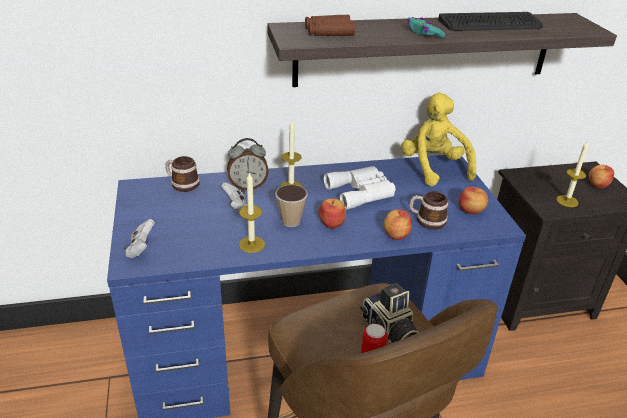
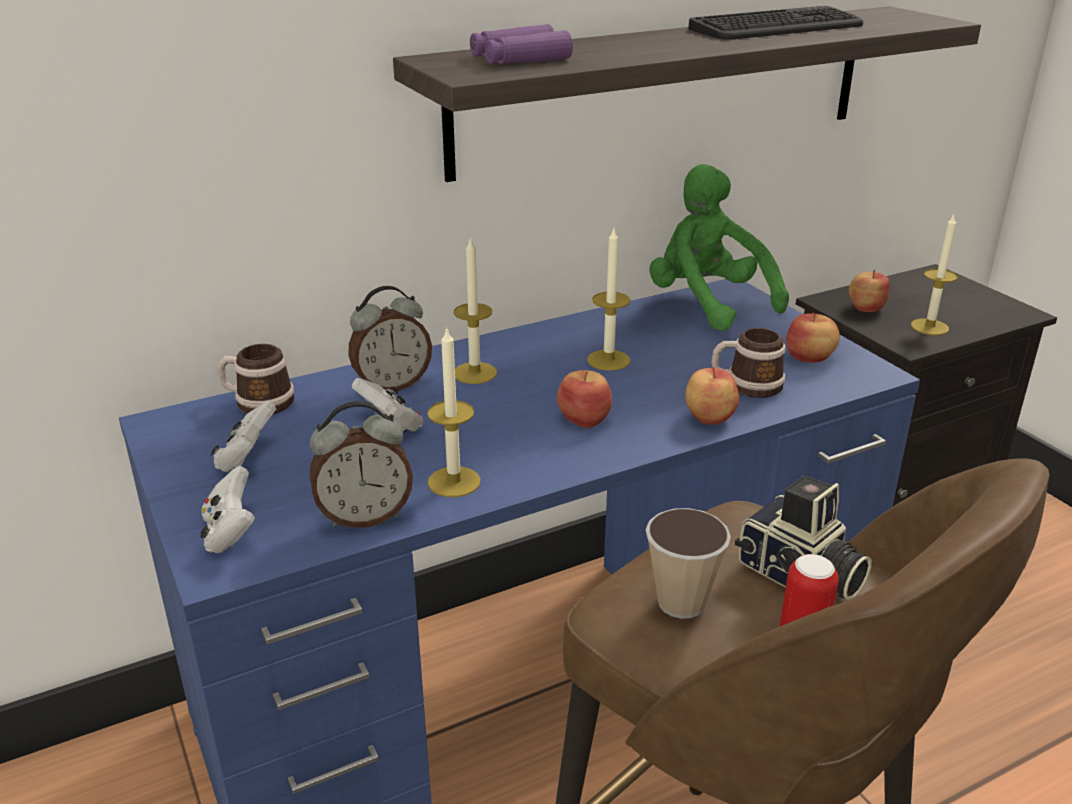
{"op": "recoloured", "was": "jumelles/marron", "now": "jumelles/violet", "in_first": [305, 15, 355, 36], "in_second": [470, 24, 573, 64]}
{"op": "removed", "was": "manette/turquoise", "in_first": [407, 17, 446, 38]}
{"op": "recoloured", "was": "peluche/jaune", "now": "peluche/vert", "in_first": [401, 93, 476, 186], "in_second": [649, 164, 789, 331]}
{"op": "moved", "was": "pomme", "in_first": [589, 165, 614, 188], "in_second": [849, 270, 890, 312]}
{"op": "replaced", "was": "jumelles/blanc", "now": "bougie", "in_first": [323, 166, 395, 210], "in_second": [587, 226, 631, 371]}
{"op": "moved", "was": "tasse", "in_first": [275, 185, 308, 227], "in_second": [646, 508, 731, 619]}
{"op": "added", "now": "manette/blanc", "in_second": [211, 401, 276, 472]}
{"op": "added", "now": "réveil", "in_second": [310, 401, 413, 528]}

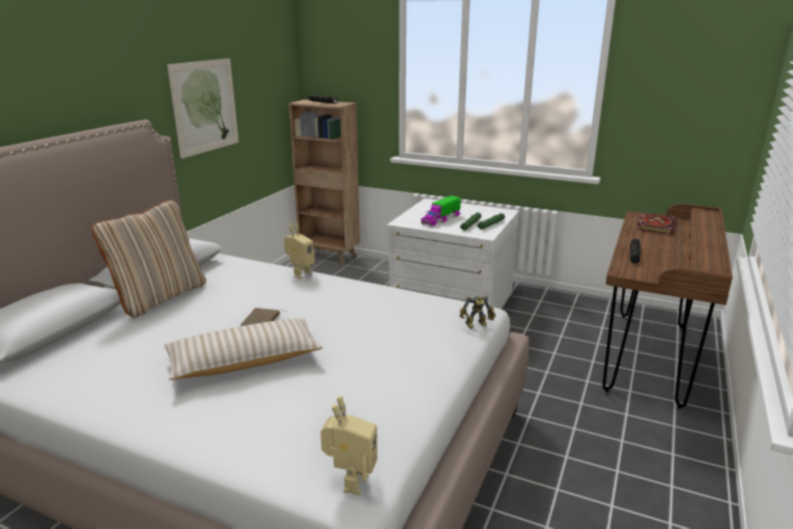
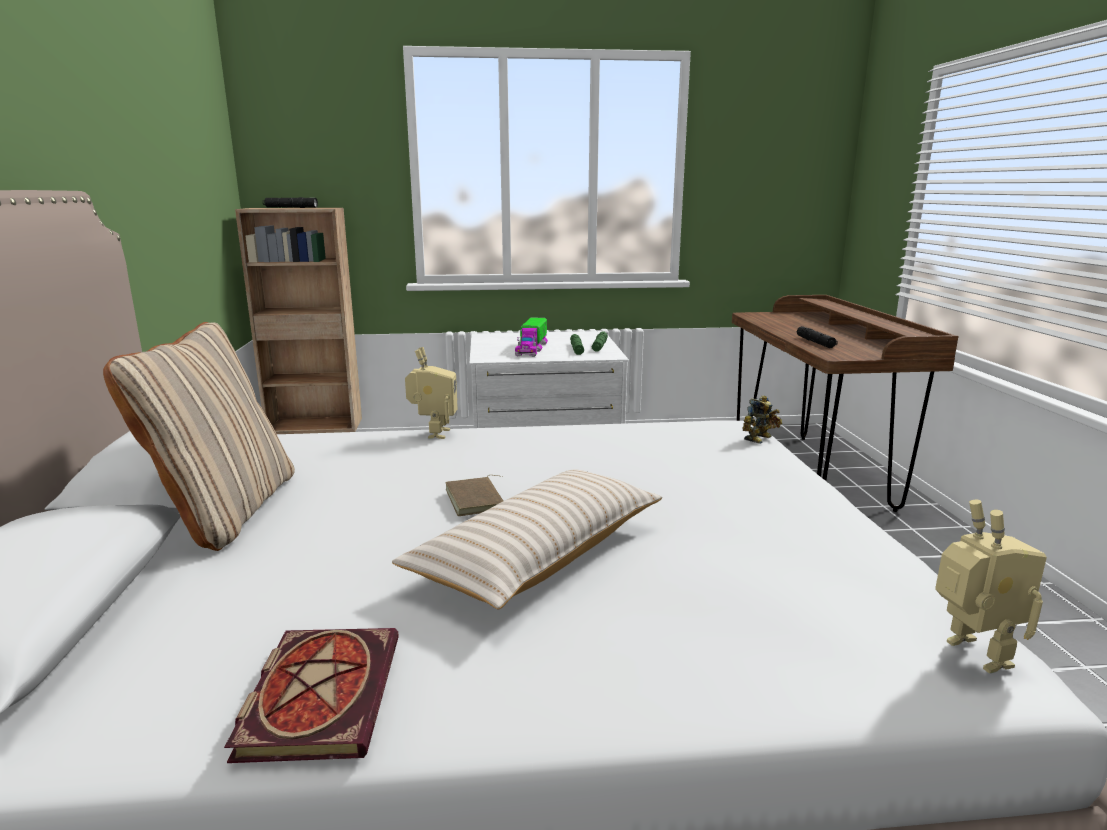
{"op": "removed", "was": "tableau", "in_first": [167, 58, 239, 159]}
{"op": "moved", "was": "livre", "in_first": [638, 213, 677, 234], "in_second": [224, 628, 399, 763]}

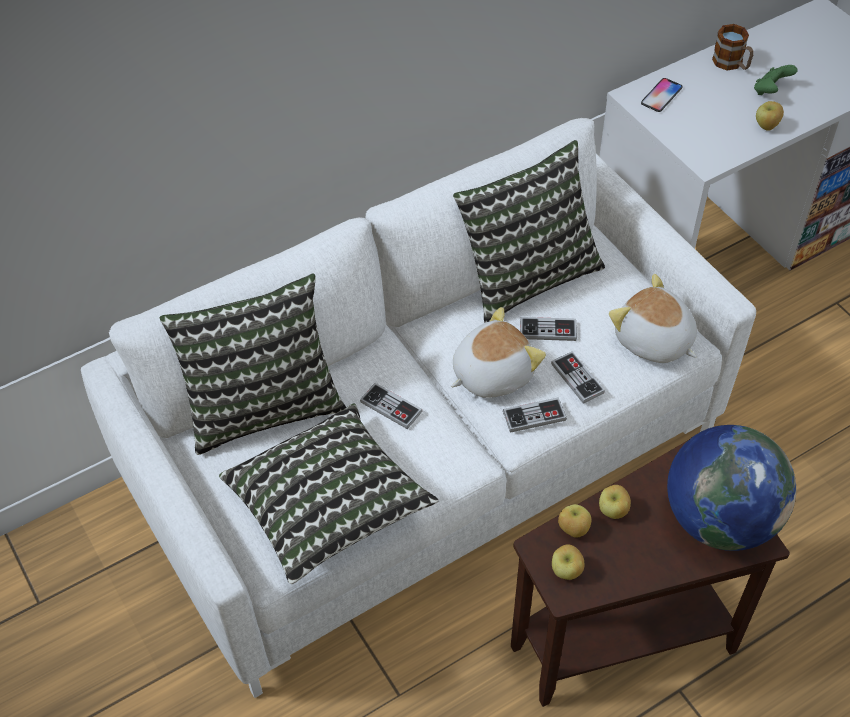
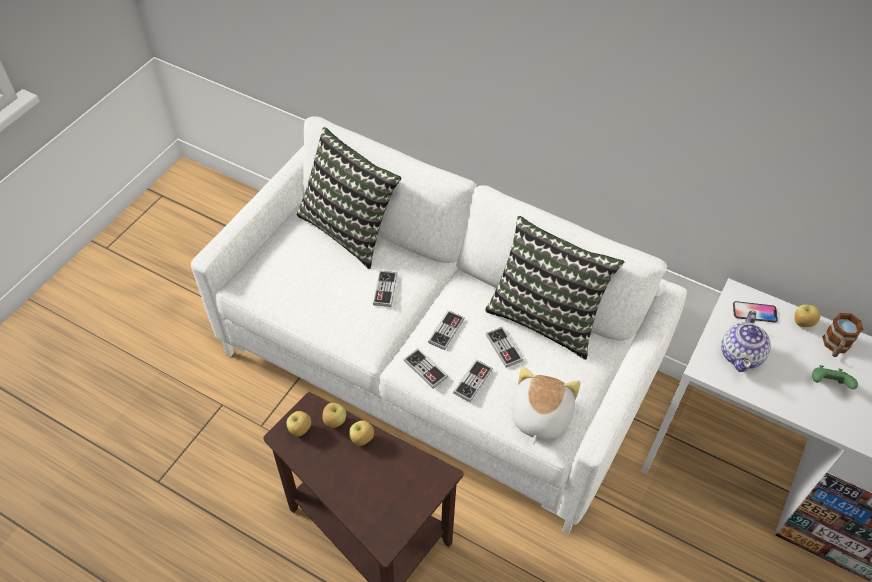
{"op": "moved", "was": "pomme", "in_first": [756, 101, 784, 131], "in_second": [794, 304, 820, 327]}
{"op": "replaced", "was": "peluche", "now": "manette", "in_first": [451, 307, 546, 398], "in_second": [428, 310, 464, 350]}
{"op": "removed", "was": "coussin", "in_first": [219, 404, 439, 584]}
{"op": "removed", "was": "globe", "in_first": [667, 425, 796, 551]}
{"op": "added", "now": "théière", "in_second": [721, 310, 771, 372]}

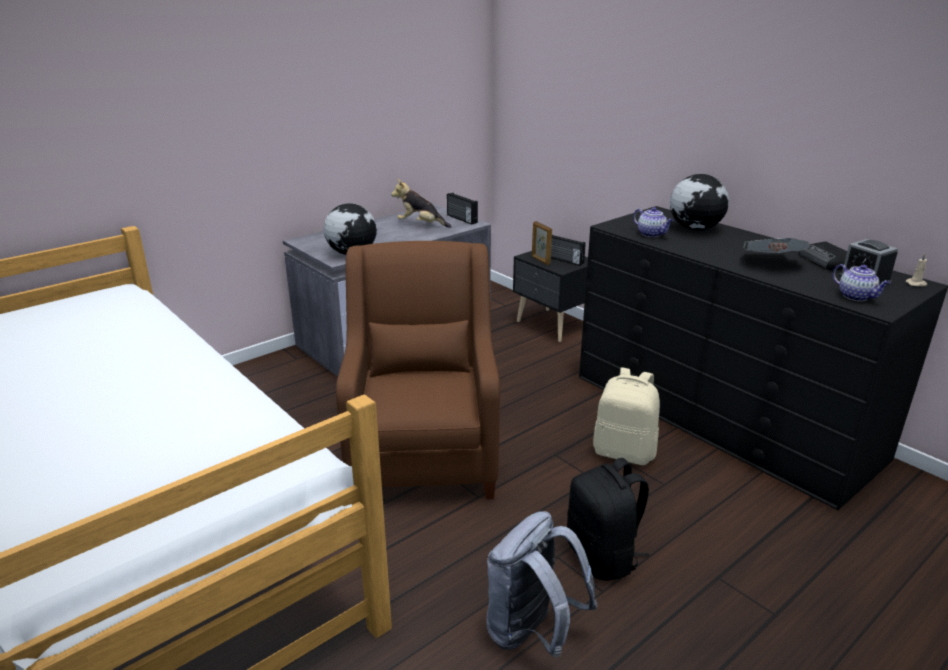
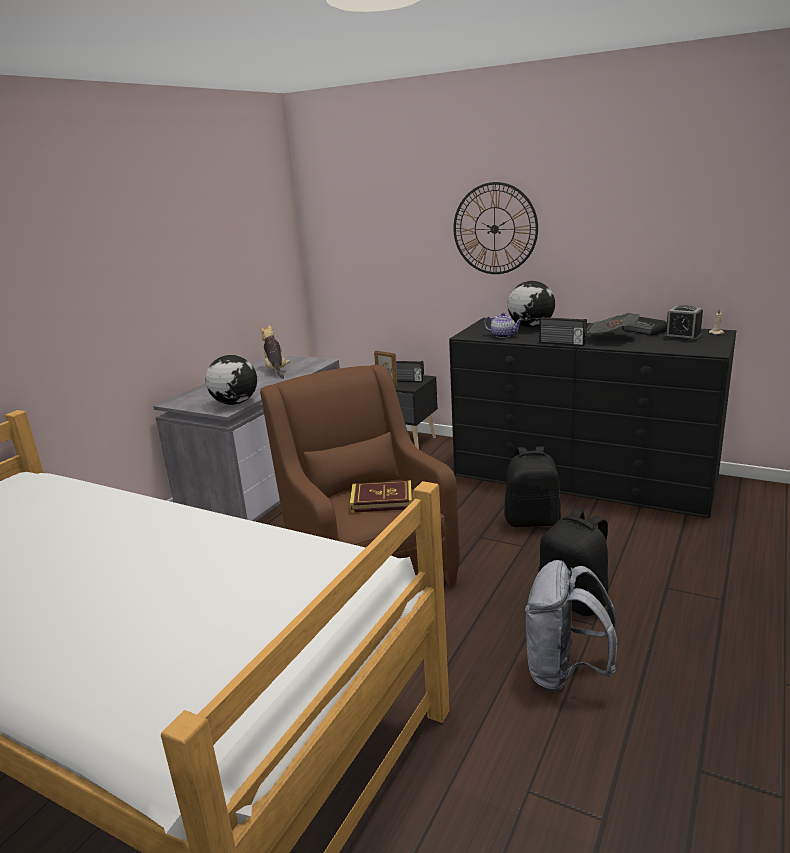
{"op": "turned", "was": "peluche", "in_first": [391, 179, 452, 228], "in_second": [260, 325, 290, 379], "clockwise": 75}
{"op": "moved", "was": "radio", "in_first": [447, 193, 478, 225], "in_second": [539, 317, 587, 346]}
{"op": "removed", "was": "théière", "in_first": [833, 264, 891, 301]}
{"op": "recoloured", "was": "sac à dos/beige", "now": "sac à dos/noir", "in_first": [593, 368, 660, 465], "in_second": [504, 446, 561, 527]}
{"op": "added", "now": "horloge murale", "in_second": [453, 182, 538, 274]}
{"op": "added", "now": "livre", "in_second": [350, 480, 412, 513]}

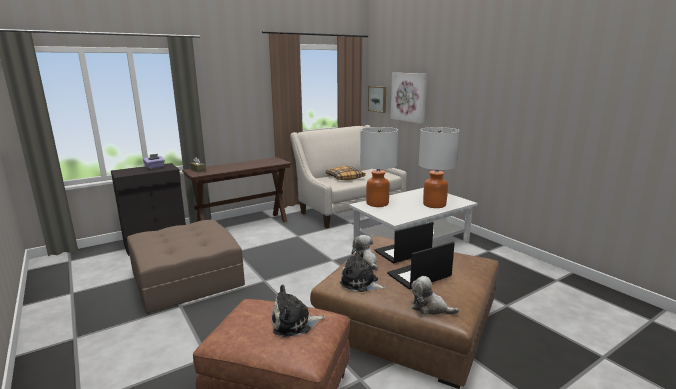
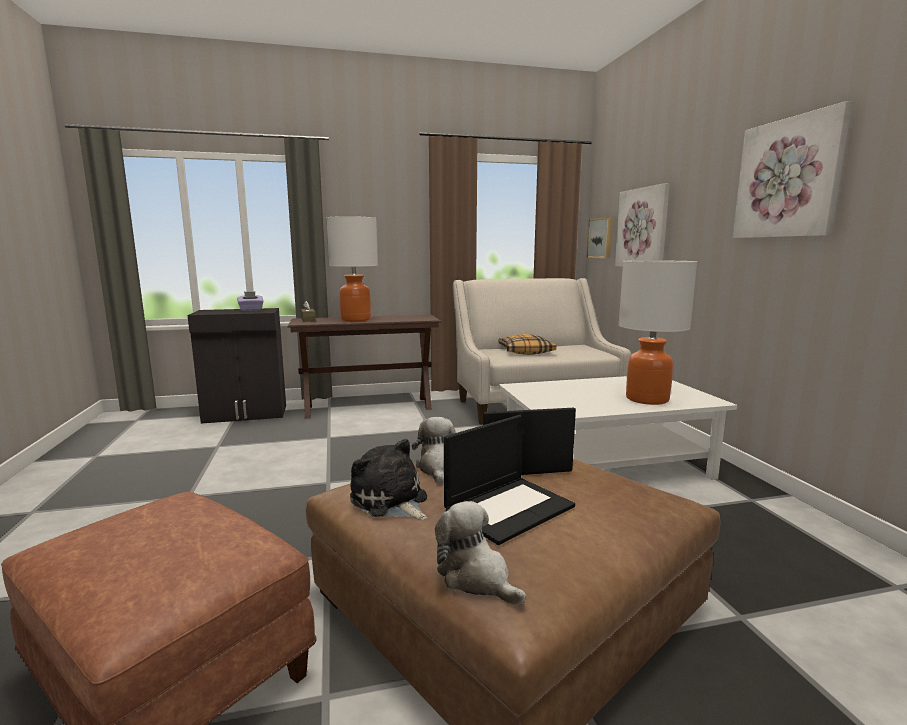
{"op": "moved", "was": "lampe de table", "in_first": [360, 127, 398, 207], "in_second": [326, 216, 378, 322]}
{"op": "removed", "was": "pouf/marron", "in_first": [127, 219, 245, 313]}
{"op": "turned", "was": "ordinateur portable", "in_first": [387, 242, 455, 290], "in_second": [444, 415, 575, 545], "clockwise": 150}
{"op": "removed", "was": "peluche", "in_first": [272, 285, 325, 337]}
{"op": "added", "now": "tableau", "in_second": [733, 101, 852, 238]}

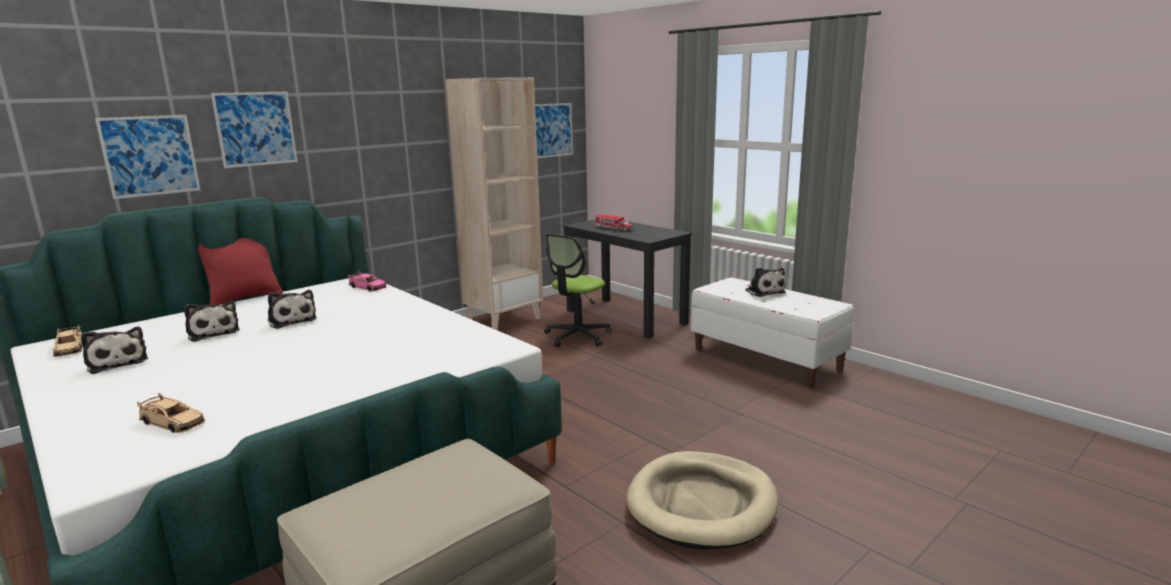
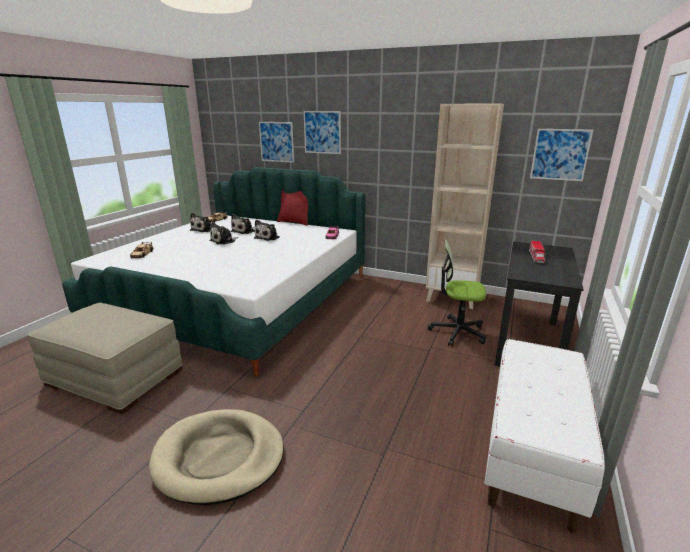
{"op": "moved", "was": "peluche", "in_first": [746, 268, 786, 297], "in_second": [209, 222, 238, 245]}

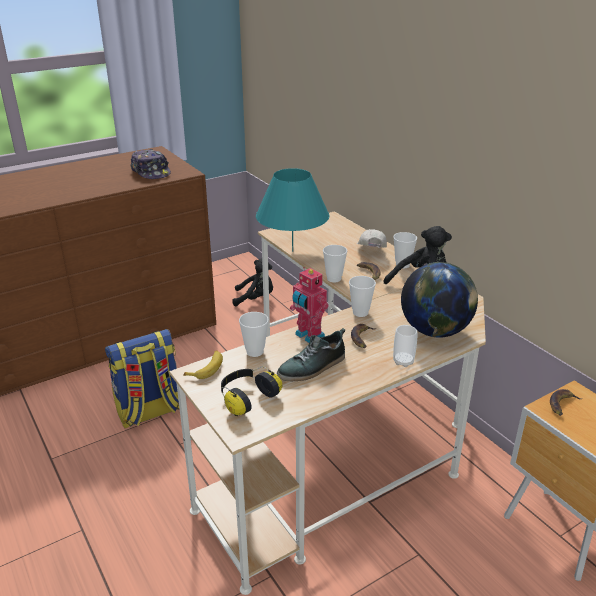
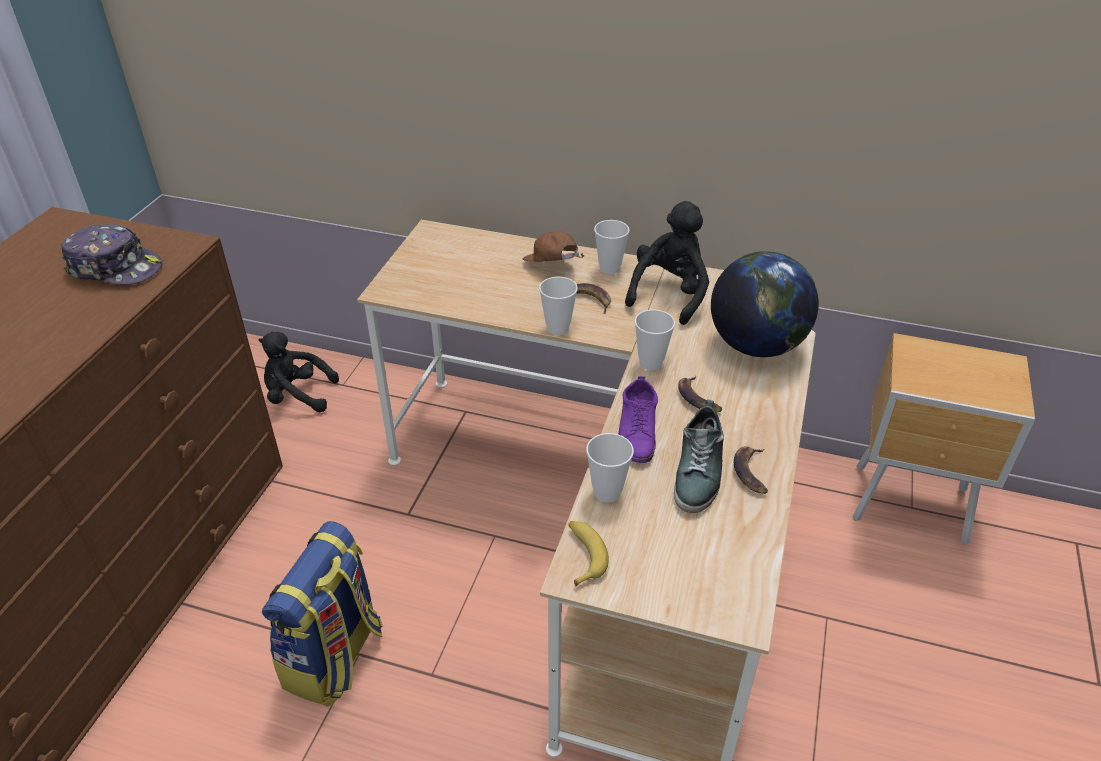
{"op": "removed", "was": "lampe de table/turquoise", "in_first": [256, 168, 330, 252]}
{"op": "recoloured", "was": "casquette/blanc", "now": "casquette/marron", "in_first": [357, 229, 387, 248], "in_second": [523, 231, 584, 262]}
{"op": "turned", "was": "peluche/noir", "in_first": [232, 258, 273, 306], "in_second": [259, 332, 339, 413], "clockwise": -135}
{"op": "replaced", "was": "robot jouet", "now": "chaussure/violet", "in_first": [290, 267, 329, 343], "in_second": [618, 376, 658, 463]}
{"op": "removed", "was": "tasse", "in_first": [393, 325, 417, 367]}
{"op": "removed", "was": "casque audio", "in_first": [221, 366, 282, 416]}
{"op": "moved", "was": "banane", "in_first": [550, 389, 582, 416], "in_second": [734, 446, 768, 494]}

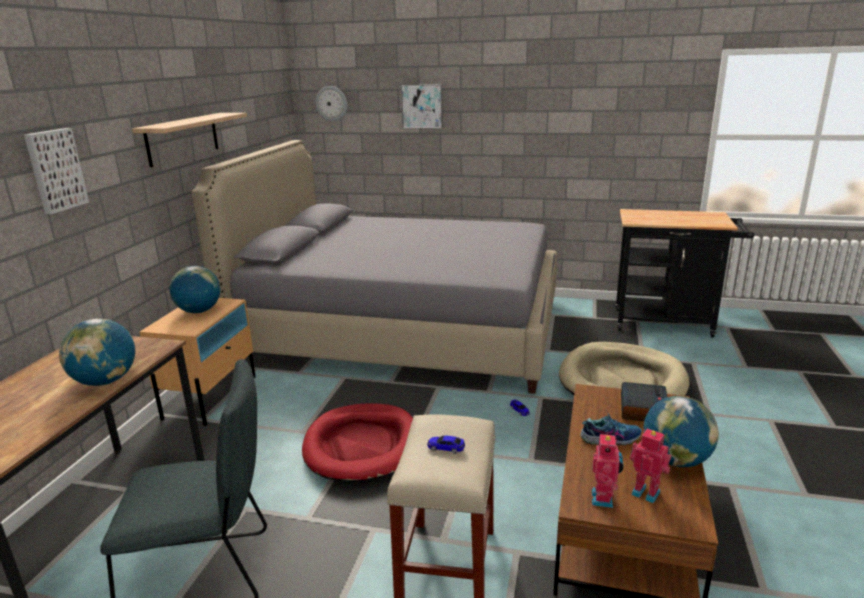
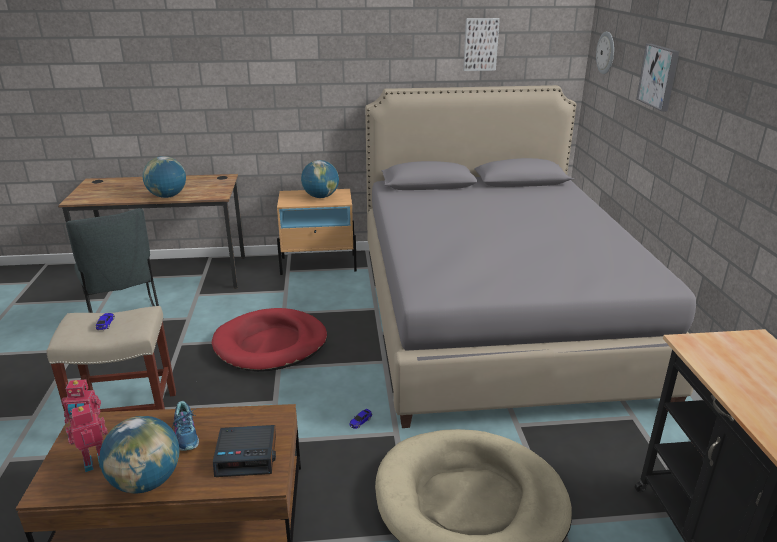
{"op": "removed", "was": "étagère", "in_first": [132, 113, 247, 167]}
{"op": "moved", "was": "tableau", "in_first": [24, 128, 89, 214], "in_second": [463, 18, 500, 71]}
{"op": "turned", "was": "robot jouet", "in_first": [630, 429, 671, 503], "in_second": [66, 404, 108, 472], "clockwise": -135}

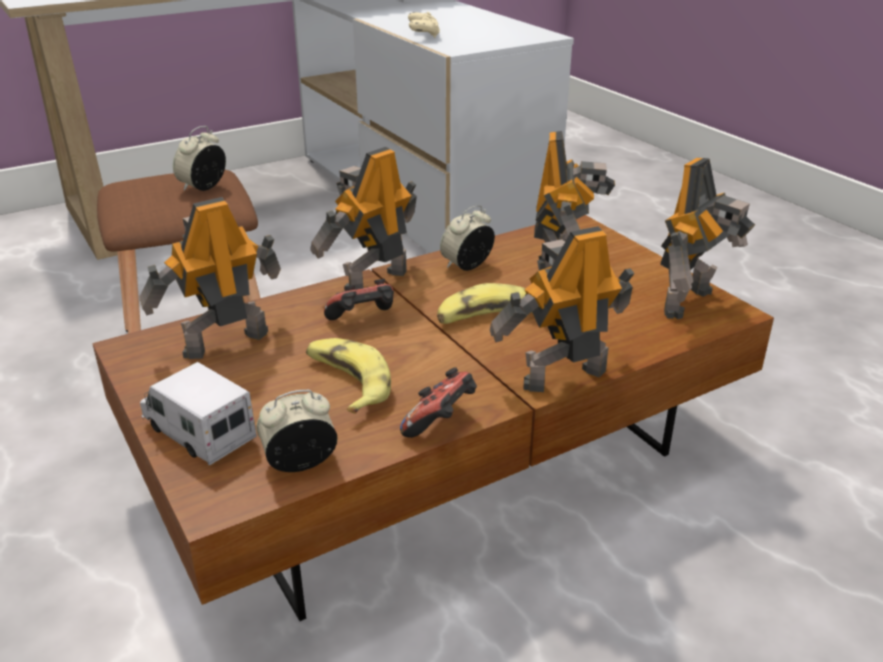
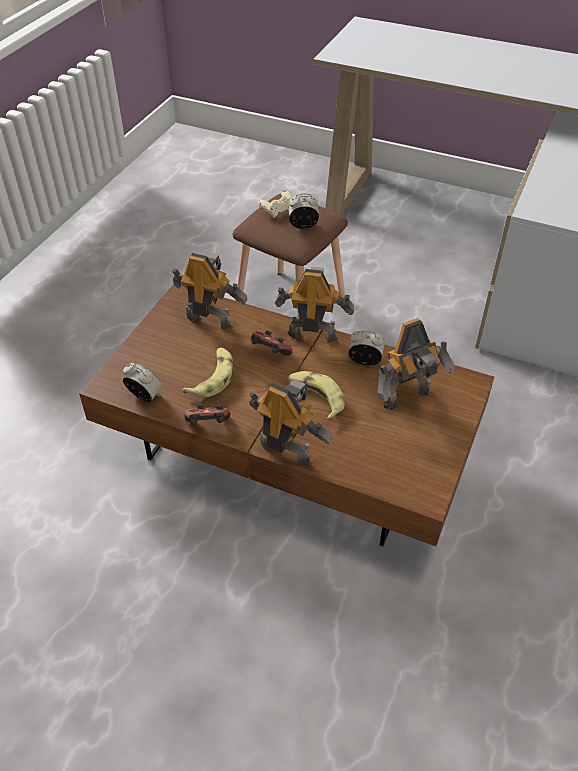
{"op": "moved", "was": "manette/beige", "in_first": [408, 11, 440, 39], "in_second": [258, 190, 293, 218]}
{"op": "removed", "was": "robot jouet", "in_first": [660, 158, 755, 319]}
{"op": "removed", "was": "camion jouet", "in_first": [140, 362, 257, 465]}

